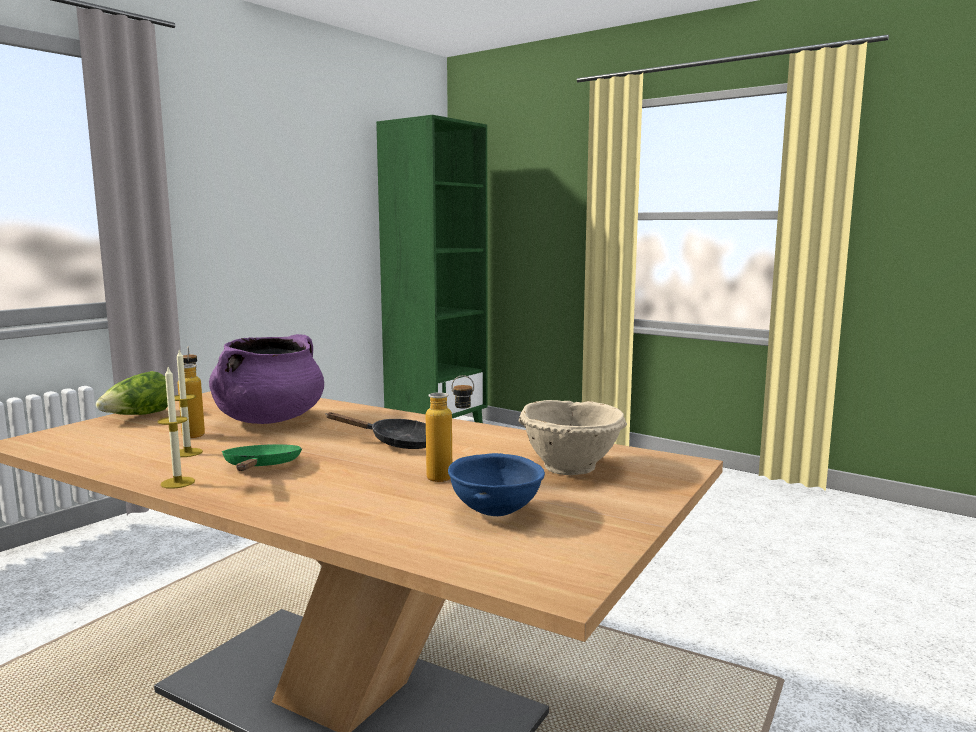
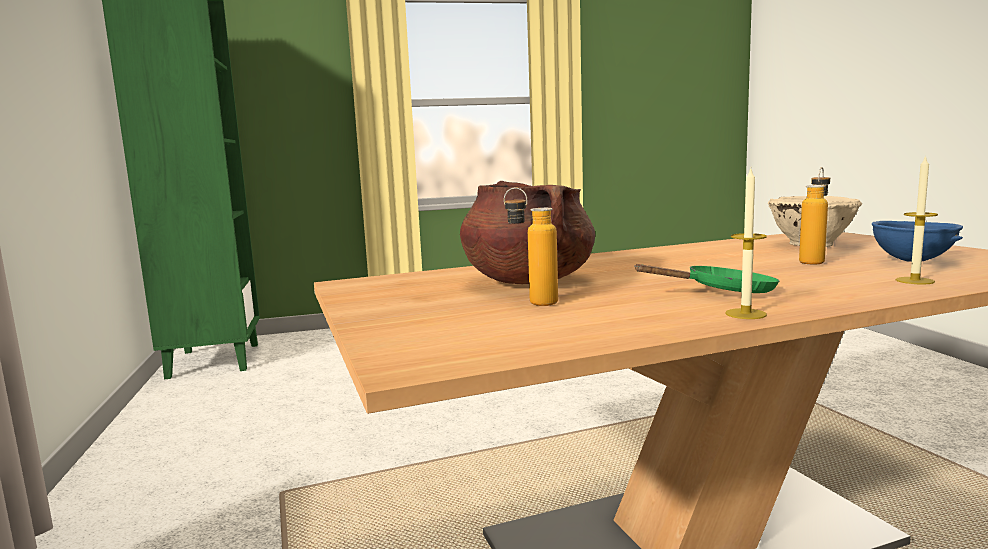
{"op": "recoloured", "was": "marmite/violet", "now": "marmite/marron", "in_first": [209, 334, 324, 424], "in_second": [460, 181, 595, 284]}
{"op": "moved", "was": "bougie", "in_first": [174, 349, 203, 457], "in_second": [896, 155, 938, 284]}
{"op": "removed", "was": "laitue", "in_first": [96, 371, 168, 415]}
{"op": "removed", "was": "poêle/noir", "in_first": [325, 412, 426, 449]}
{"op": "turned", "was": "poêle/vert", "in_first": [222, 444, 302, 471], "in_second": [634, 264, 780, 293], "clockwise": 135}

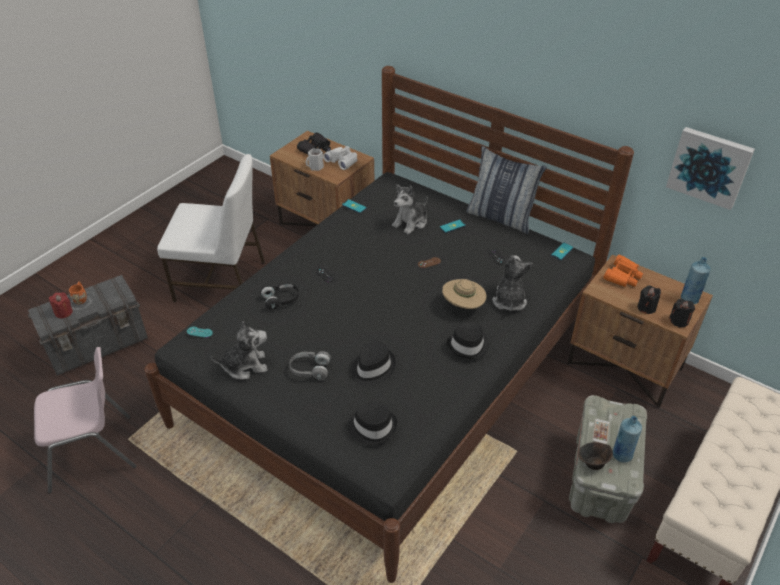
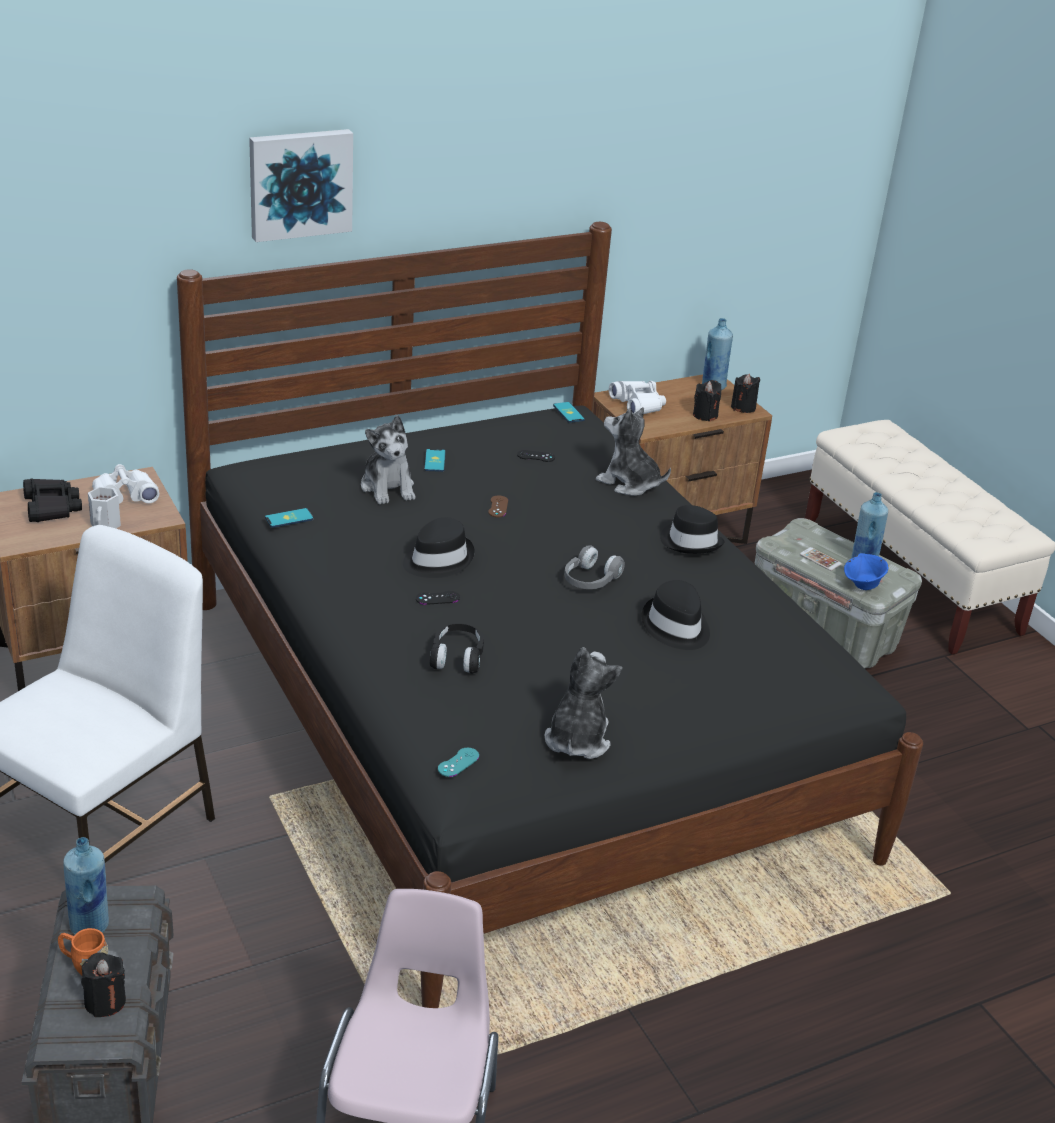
{"op": "moved", "was": "tableau", "in_first": [666, 127, 755, 210], "in_second": [249, 129, 353, 242]}
{"op": "removed", "was": "coussin", "in_first": [466, 146, 547, 234]}
{"op": "recoloured", "was": "jumelles/orange", "now": "jumelles/blanc", "in_first": [603, 255, 643, 287], "in_second": [609, 381, 666, 414]}
{"op": "removed", "was": "chapeau/beige", "in_first": [442, 279, 486, 309]}
{"op": "recoloured", "was": "bougie/rouge", "now": "bougie/noir", "in_first": [49, 292, 73, 318], "in_second": [81, 952, 126, 1017]}
{"op": "moved", "was": "casque audio/gris", "in_first": [289, 351, 331, 380], "in_second": [564, 545, 625, 589]}
{"op": "moved", "was": "chapeau/noir", "in_first": [347, 403, 397, 445], "in_second": [403, 517, 475, 578]}
{"op": "recoloured", "was": "bol/marron", "now": "bol/bleu", "in_first": [578, 442, 613, 470], "in_second": [844, 553, 888, 590]}
{"op": "added", "now": "bouteille/bleu", "in_second": [63, 837, 109, 935]}

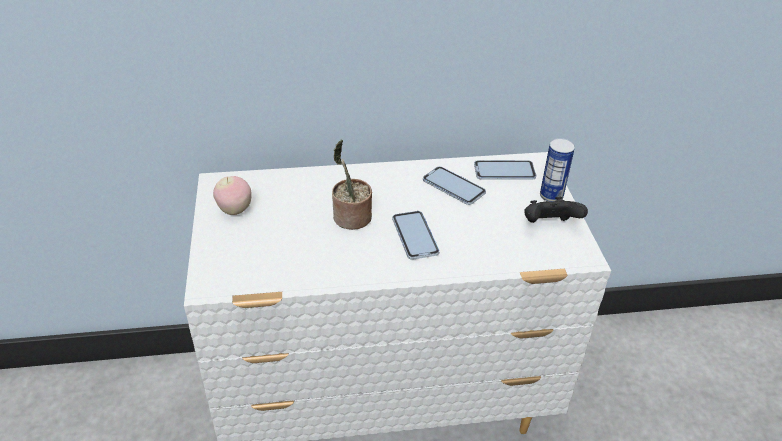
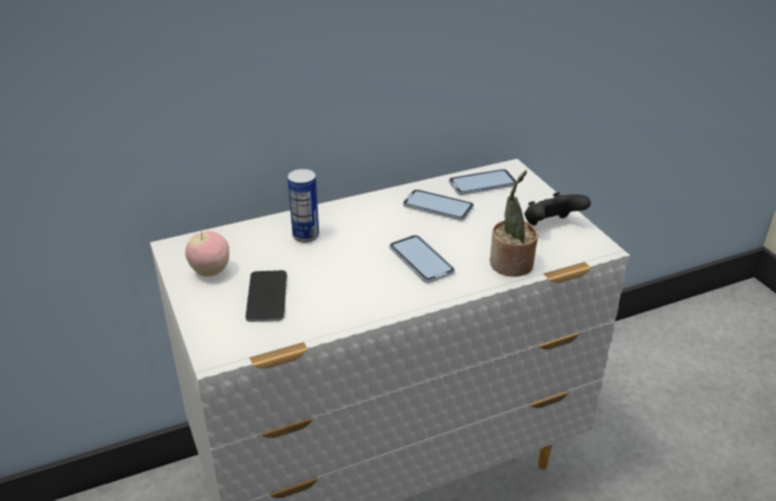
{"op": "moved", "was": "boîte métallique", "in_first": [540, 138, 575, 202], "in_second": [288, 168, 319, 243]}
{"op": "moved", "was": "plante en pot", "in_first": [332, 140, 372, 230], "in_second": [490, 170, 538, 277]}
{"op": "added", "now": "téléphone", "in_second": [245, 270, 287, 322]}

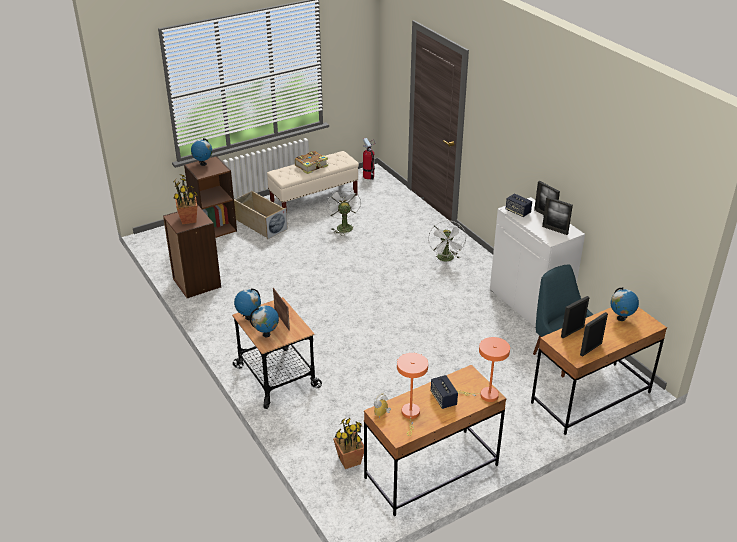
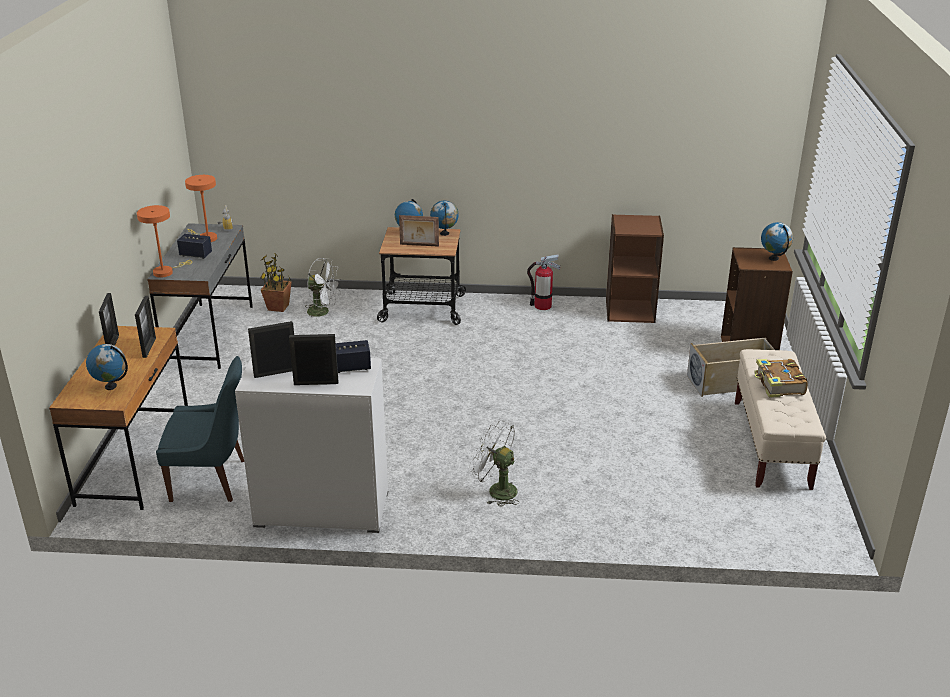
{"op": "moved", "was": "extincteur", "in_first": [363, 138, 376, 180], "in_second": [527, 254, 560, 310]}
{"op": "removed", "was": "plante en pot", "in_first": [173, 174, 198, 224]}
{"op": "moved", "was": "ventilateur/blanc", "in_first": [326, 190, 361, 236], "in_second": [306, 258, 342, 321]}
{"op": "recoloured", "was": "bureau/marron", "now": "bureau/gris", "in_first": [364, 365, 506, 516], "in_second": [147, 223, 253, 369]}

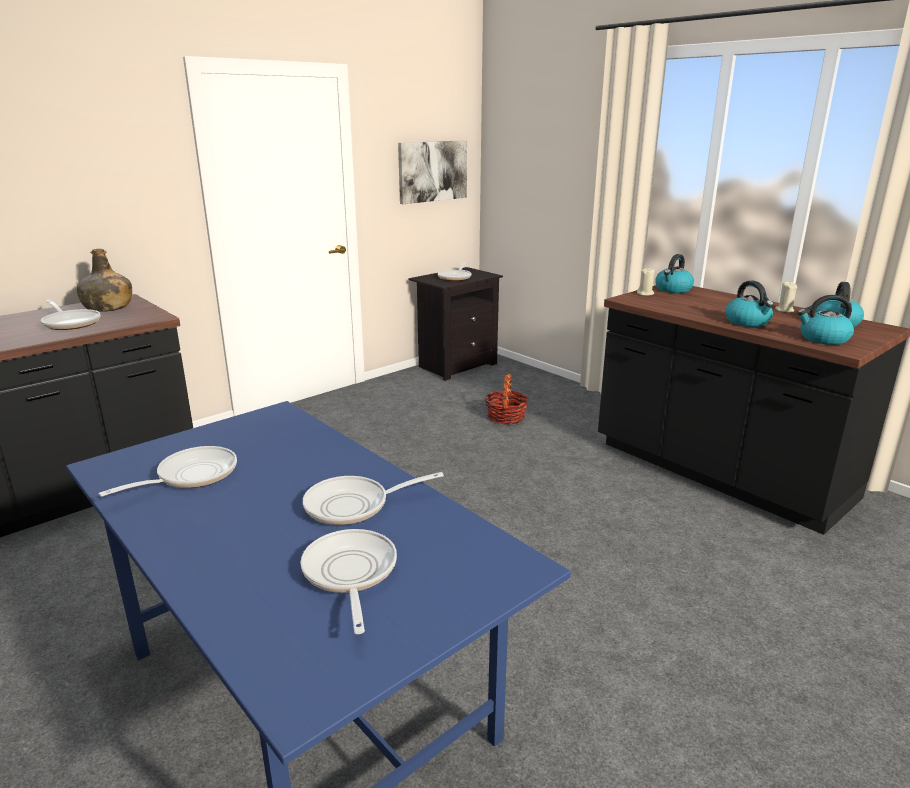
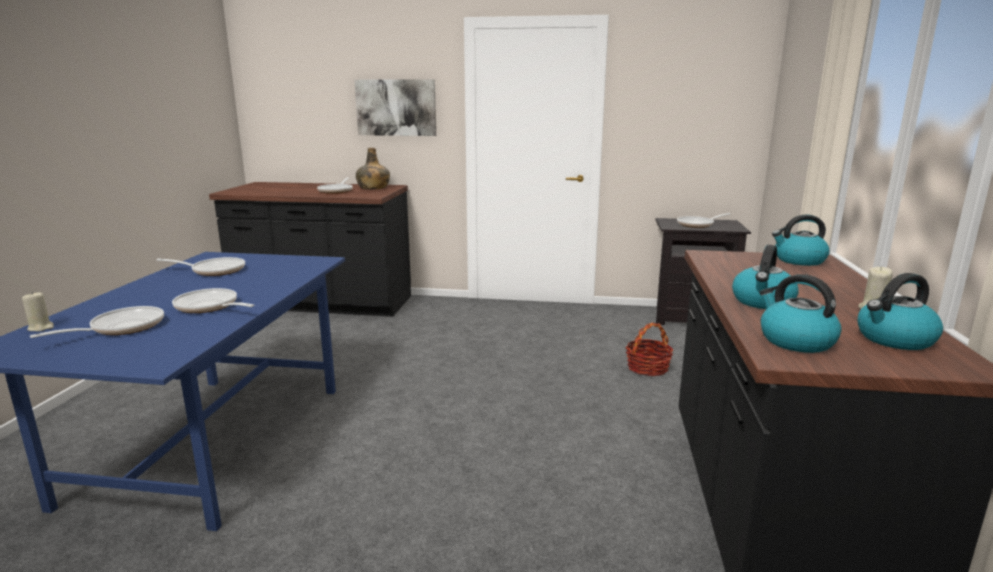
{"op": "moved", "was": "tableau", "in_first": [398, 140, 467, 204], "in_second": [354, 79, 436, 136]}
{"op": "moved", "was": "bougie/beige", "in_first": [637, 267, 654, 296], "in_second": [22, 291, 54, 332]}

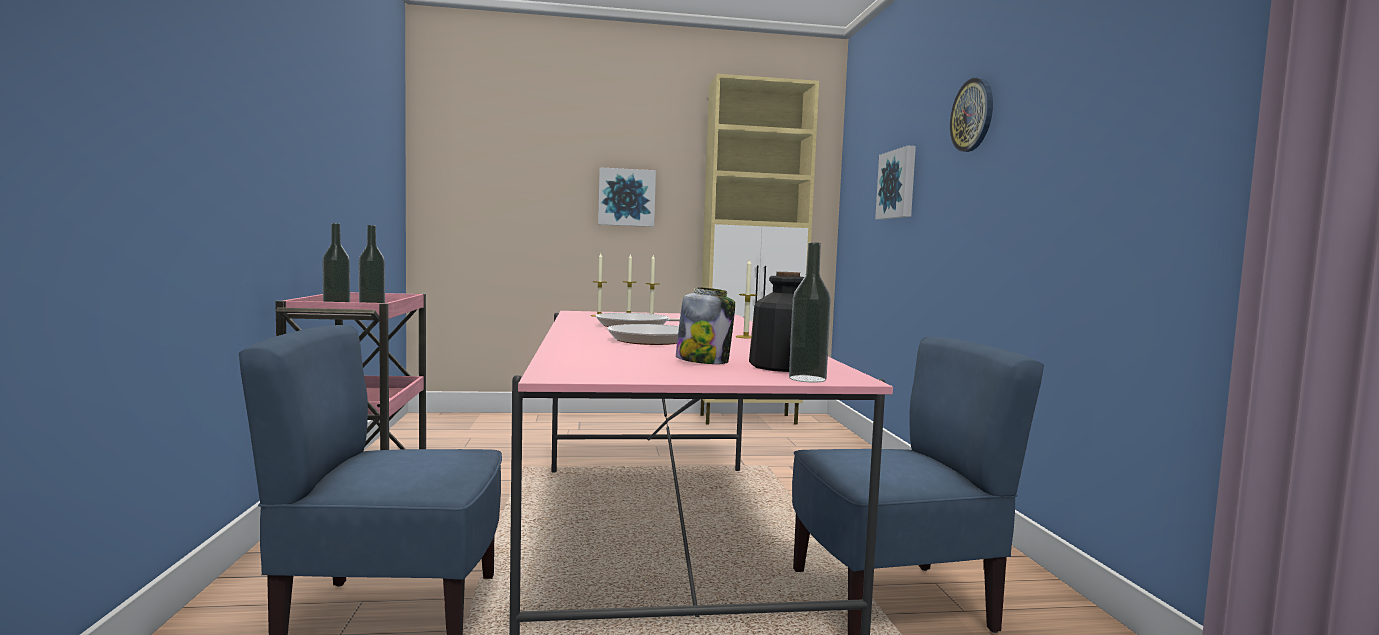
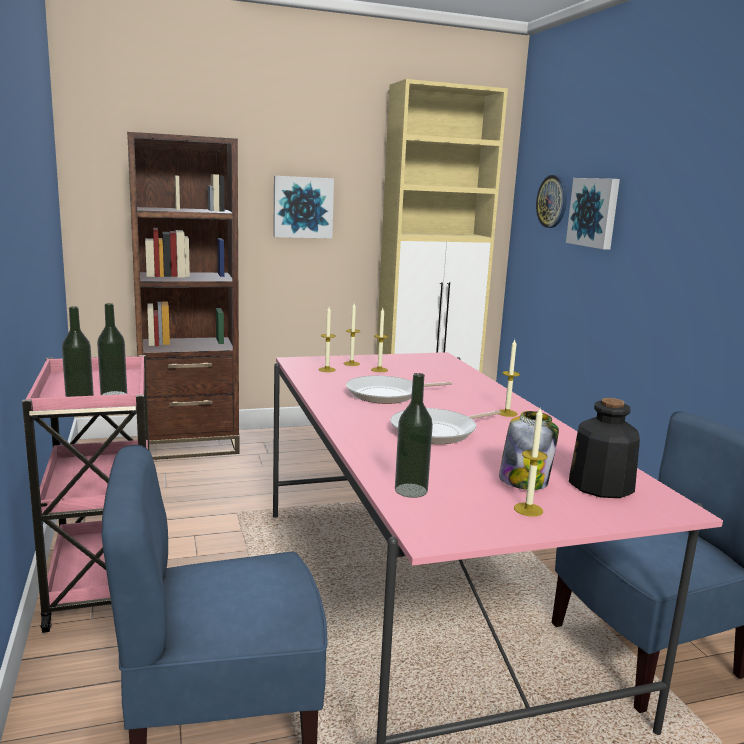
{"op": "moved", "was": "horloge murale", "in_first": [950, 78, 993, 152], "in_second": [536, 175, 567, 228]}
{"op": "moved", "was": "bouteille", "in_first": [789, 242, 831, 382], "in_second": [395, 373, 433, 498]}
{"op": "added", "now": "bibliothèque/marron", "in_second": [127, 132, 240, 460]}
{"op": "added", "now": "bougie", "in_second": [514, 408, 548, 517]}

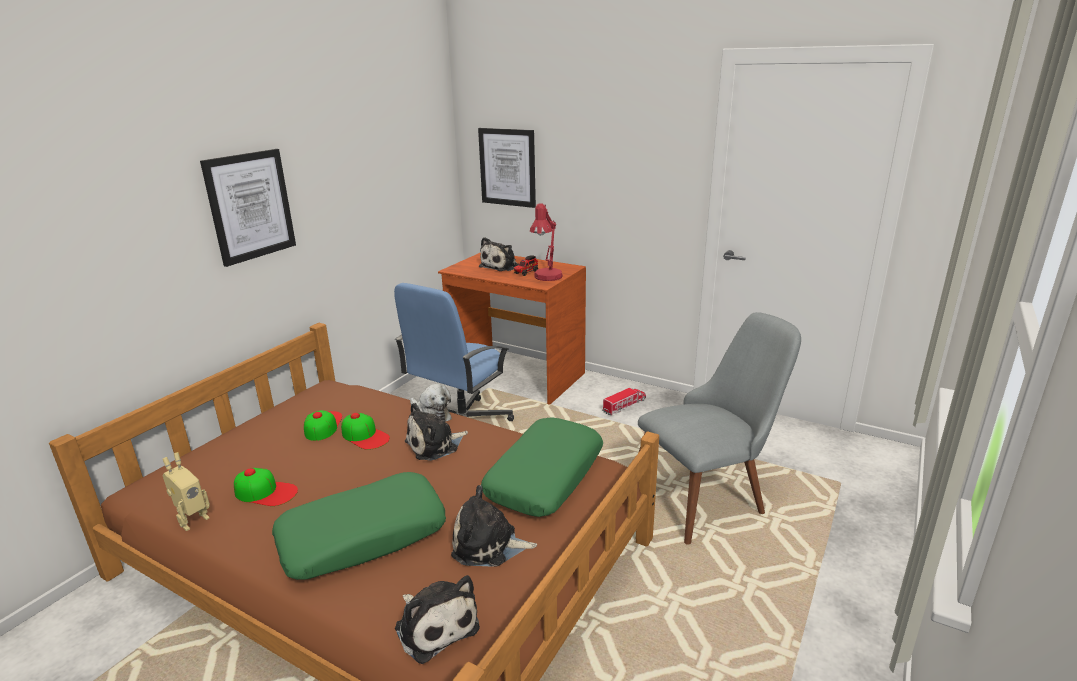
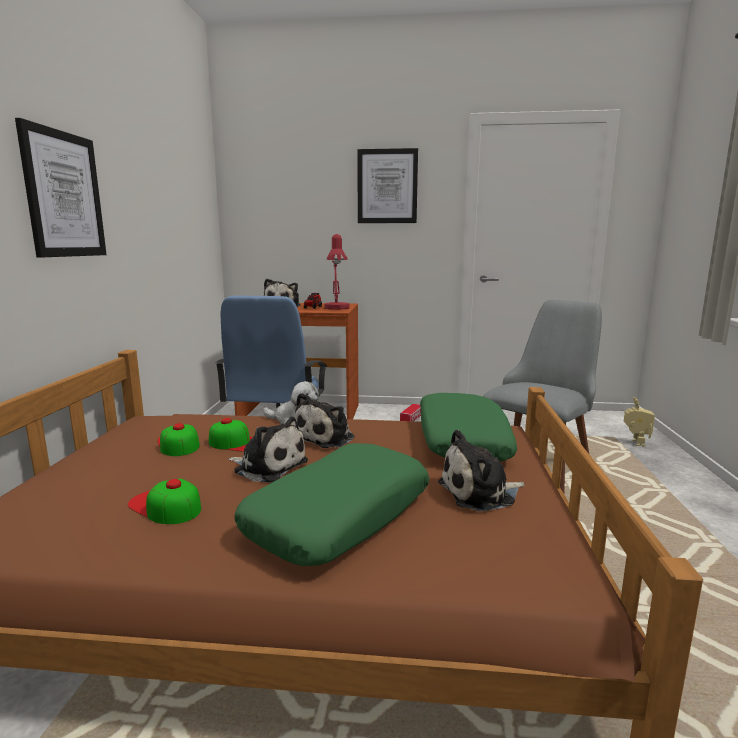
{"op": "moved", "was": "tableau", "in_first": [478, 128, 536, 208], "in_second": [357, 148, 418, 223]}
{"op": "moved", "was": "robot jouet", "in_first": [162, 452, 210, 531], "in_second": [624, 397, 655, 447]}
{"op": "turned", "was": "casquette", "in_first": [234, 468, 298, 506], "in_second": [128, 479, 201, 524], "clockwise": -135}
{"op": "moved", "was": "peluche", "in_first": [395, 575, 480, 664], "in_second": [228, 417, 308, 482]}

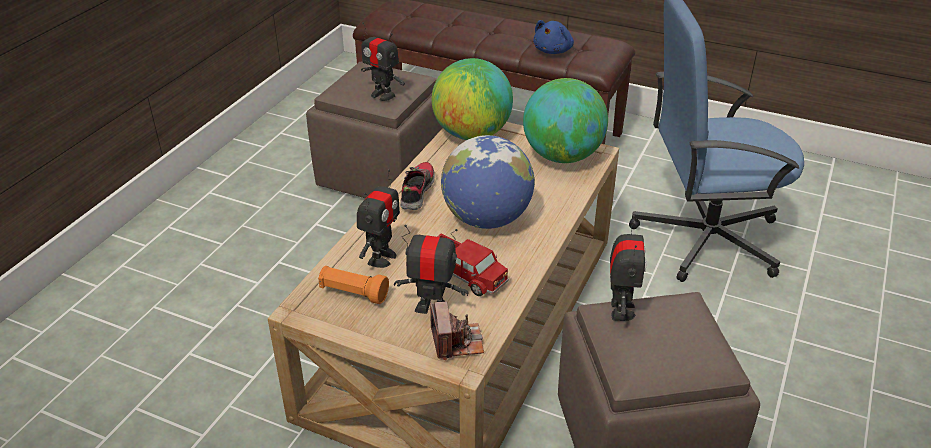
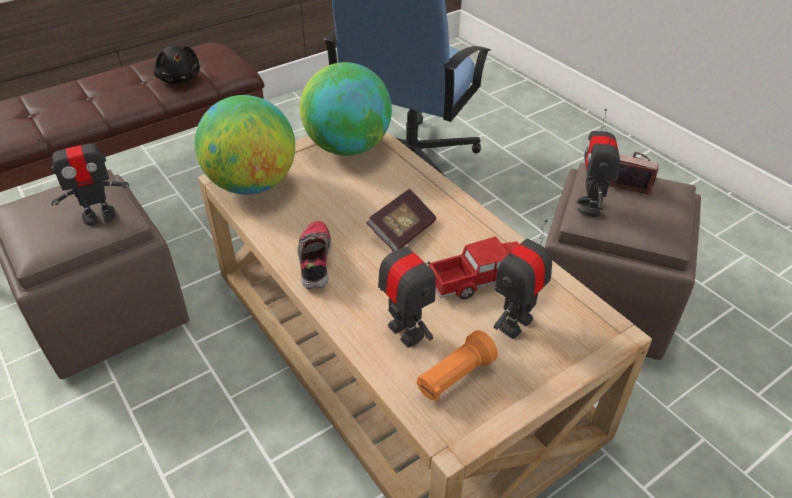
{"op": "recoloured", "was": "peluche/bleu", "now": "peluche/noir", "in_first": [533, 20, 574, 54], "in_second": [154, 45, 200, 84]}
{"op": "replaced", "was": "globe", "now": "livre", "in_first": [441, 135, 535, 229], "in_second": [367, 189, 436, 251]}
{"op": "turned", "was": "chaussure", "in_first": [400, 162, 435, 210], "in_second": [297, 221, 332, 289], "clockwise": 45}
{"op": "turned", "was": "robot jouet", "in_first": [610, 215, 647, 321], "in_second": [576, 109, 620, 217], "clockwise": -120}
{"op": "moved", "was": "appareil photo", "in_first": [430, 302, 484, 360], "in_second": [610, 152, 659, 194]}

